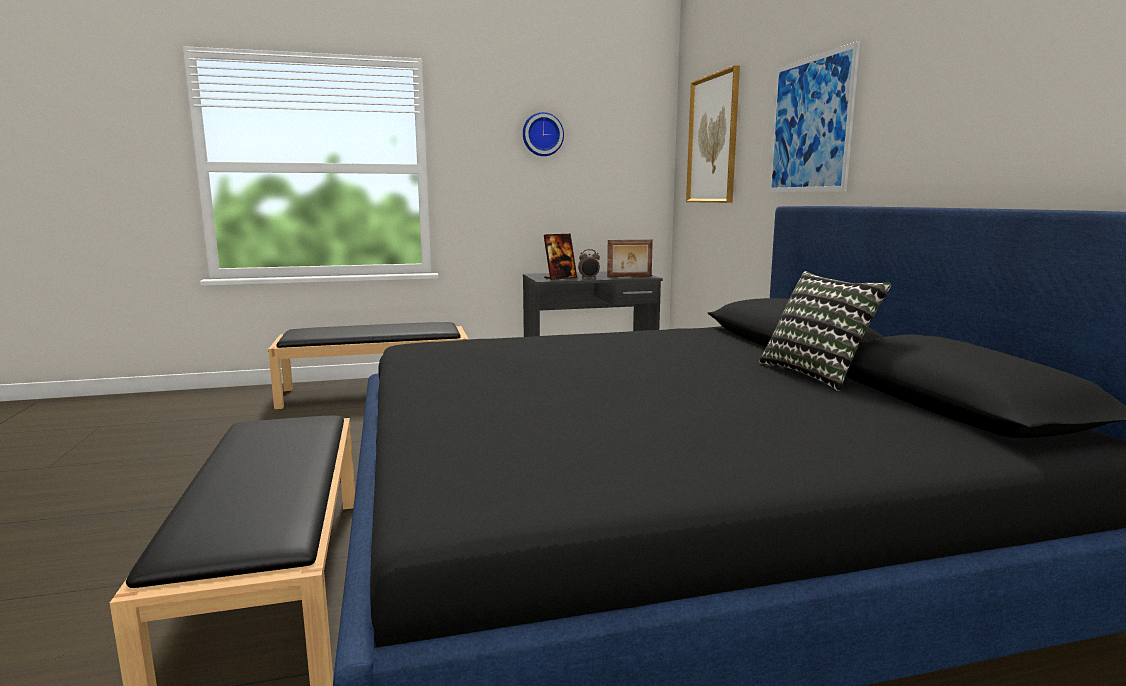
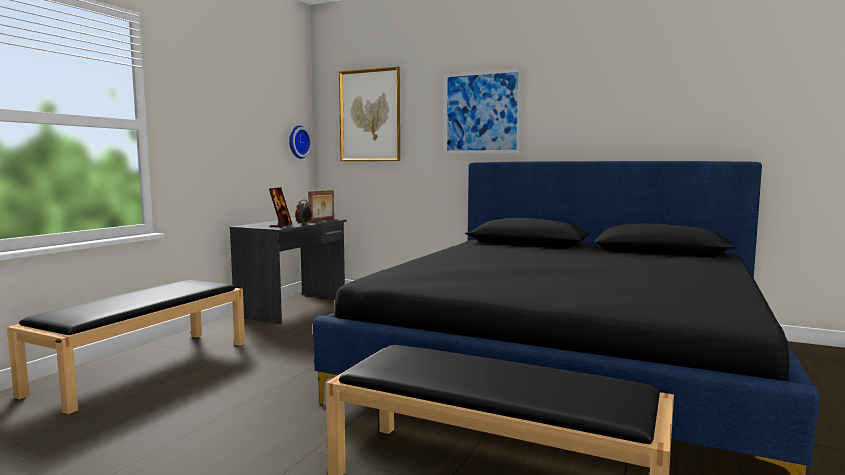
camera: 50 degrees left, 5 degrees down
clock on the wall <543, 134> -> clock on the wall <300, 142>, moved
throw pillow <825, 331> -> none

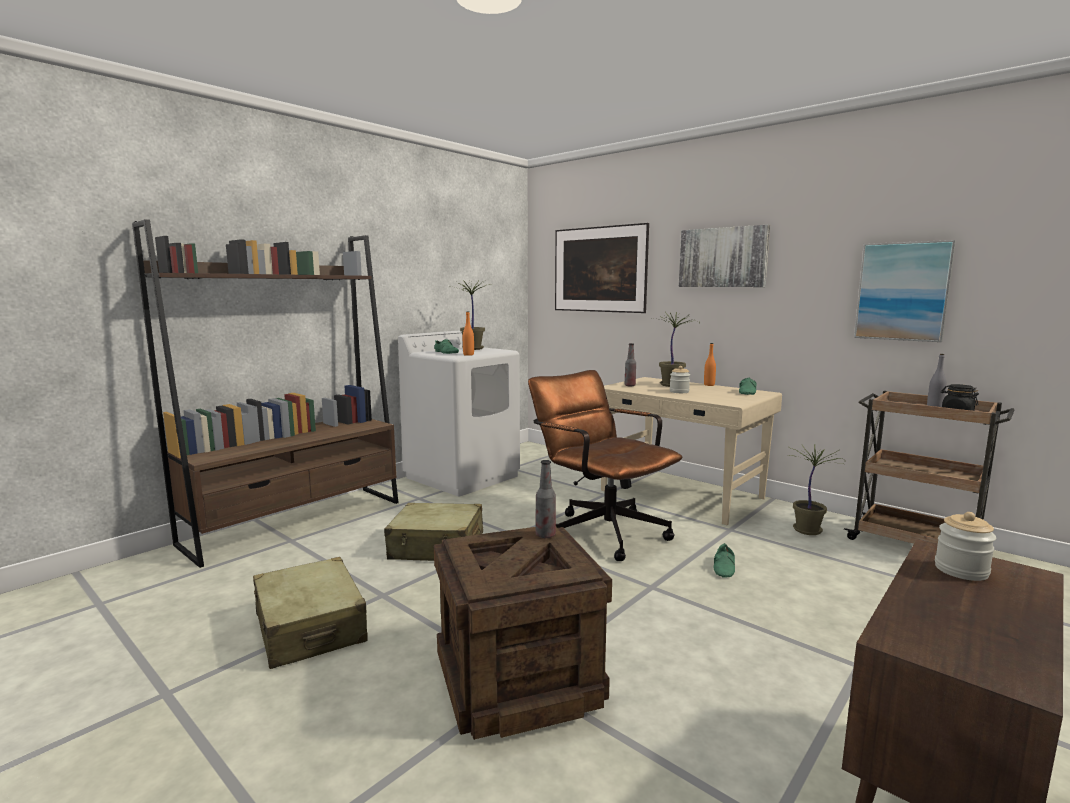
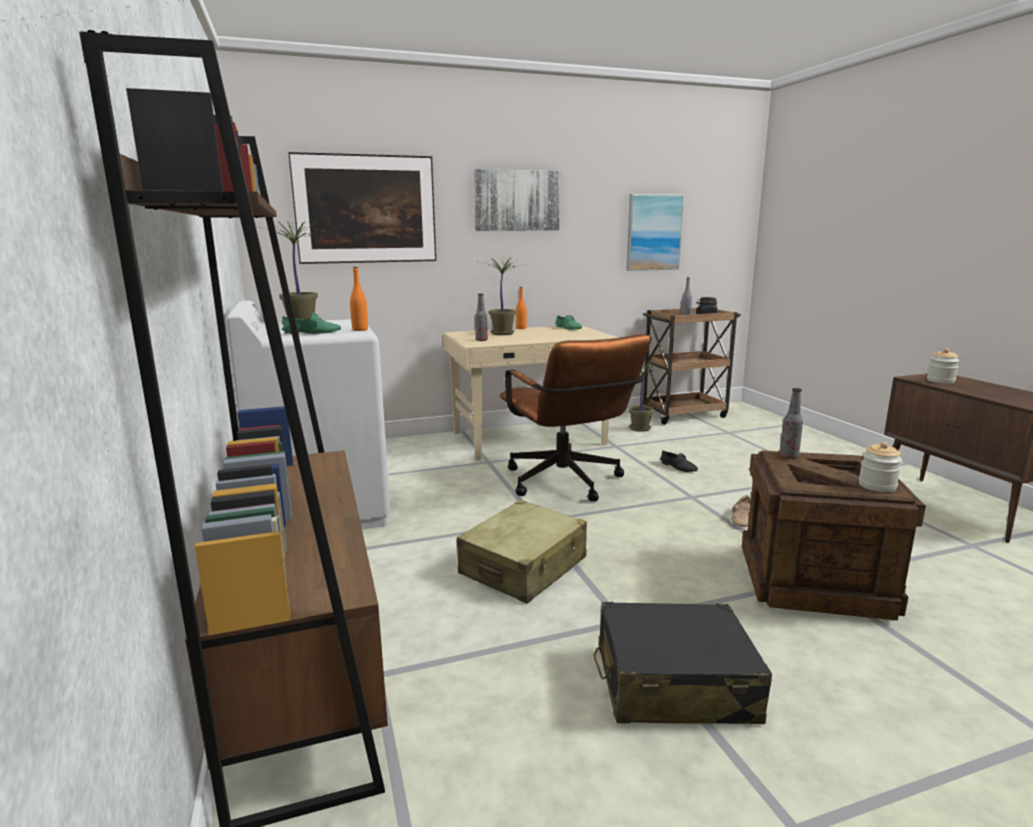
camera: 60 degrees left, 5 degrees up
beige suitcase <310, 613> -> black-coloured suitcase <683, 663>
brownish desk chair <605, 465> -> brownish desk chair <575, 417>, 105 degrees counterclockwise
jar <680, 379> -> jar <880, 467>, moved
green item of footwear <724, 560> -> black-coloured item of footwear <679, 461>
none -> beige item of footwear <741, 511>

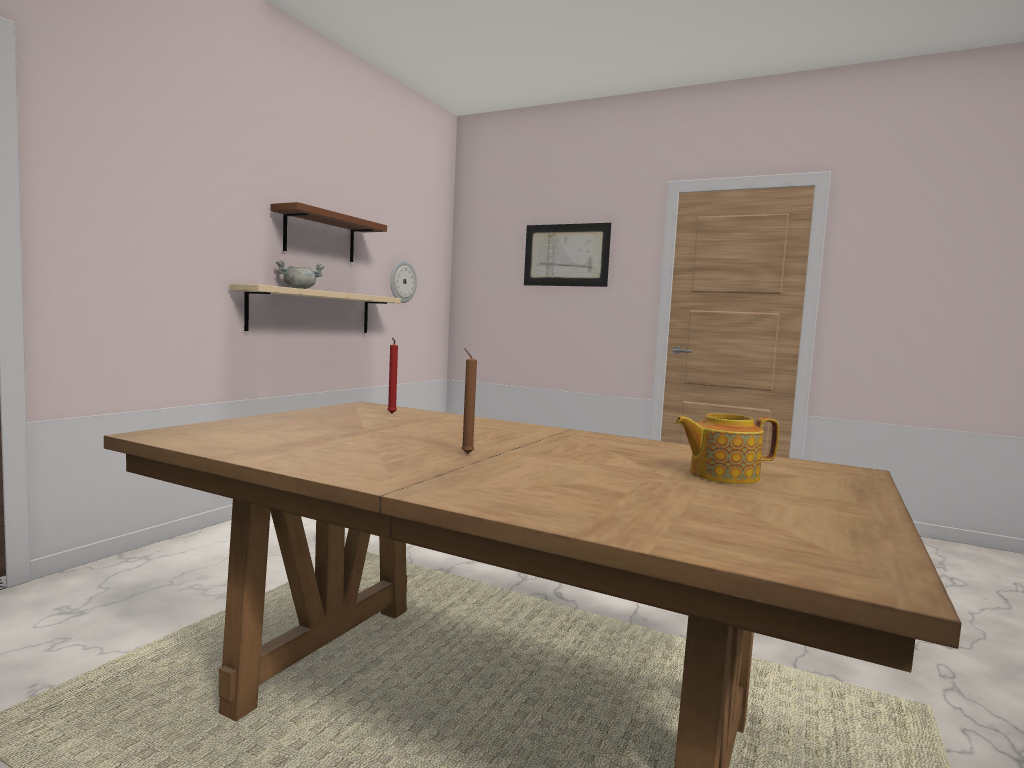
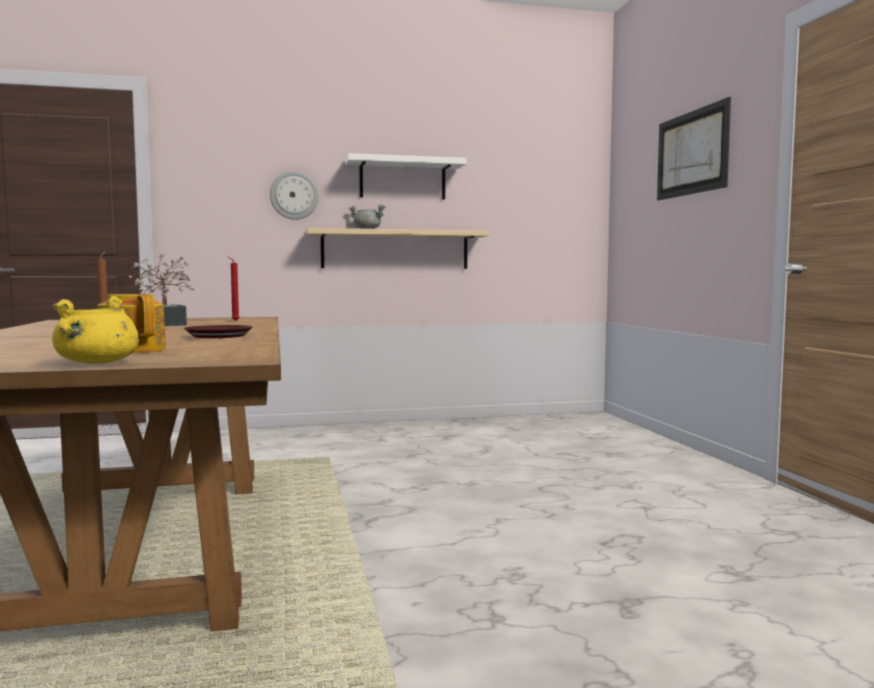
camera: 50 degrees right, 0 degrees up
brownish bracket shelf <329, 232> -> whitish bracket shelf <405, 176>
clock on the wall <403, 282> -> clock on the wall <294, 195>, moved
none -> yellow saucepot <95, 330>
none -> plant in a pot <161, 289>
none -> brownish plate <218, 331>

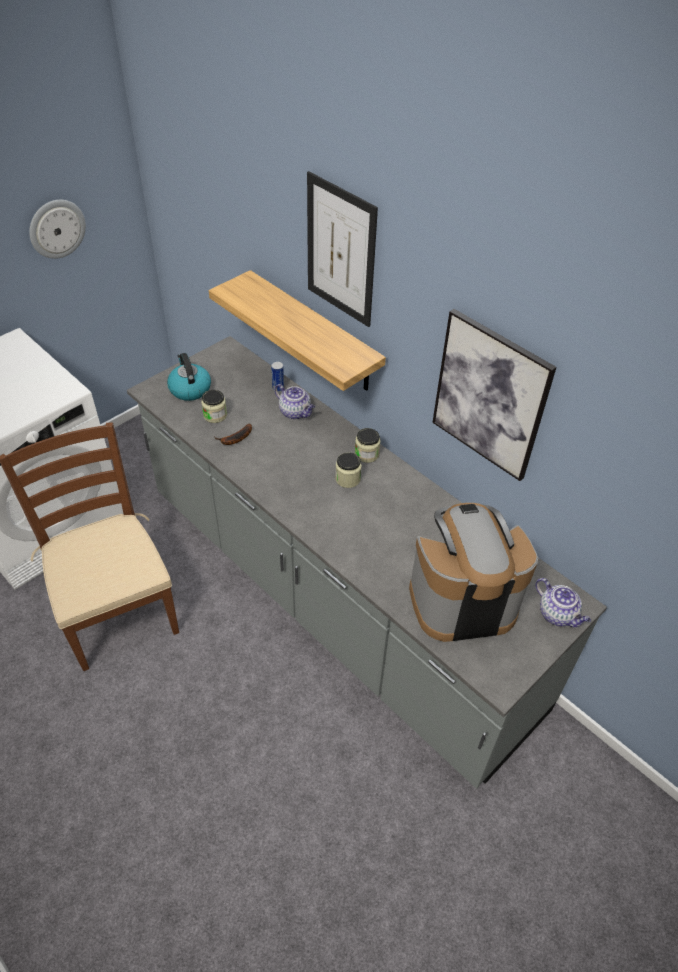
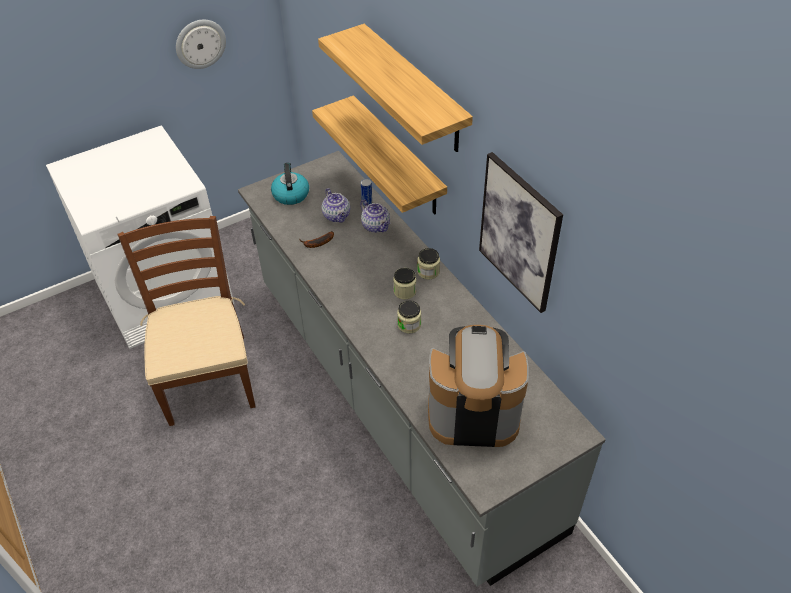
camera: 15 degrees right, 0 degrees up
jar <214, 406> -> jar <409, 316>, moved
wall picture <342, 249> -> bracket shelf <395, 88>
teapot <563, 602> -> teapot <336, 205>, moved

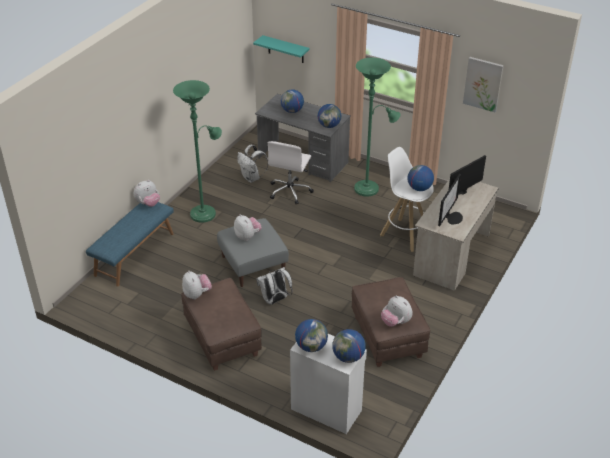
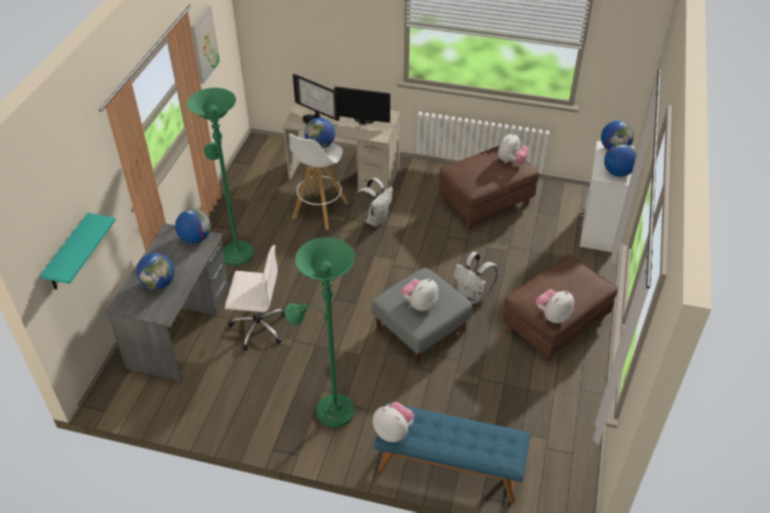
camera: 105 degrees left, 5 degrees up
whitish rucksack <252, 164> -> whitish rucksack <373, 202>, moved

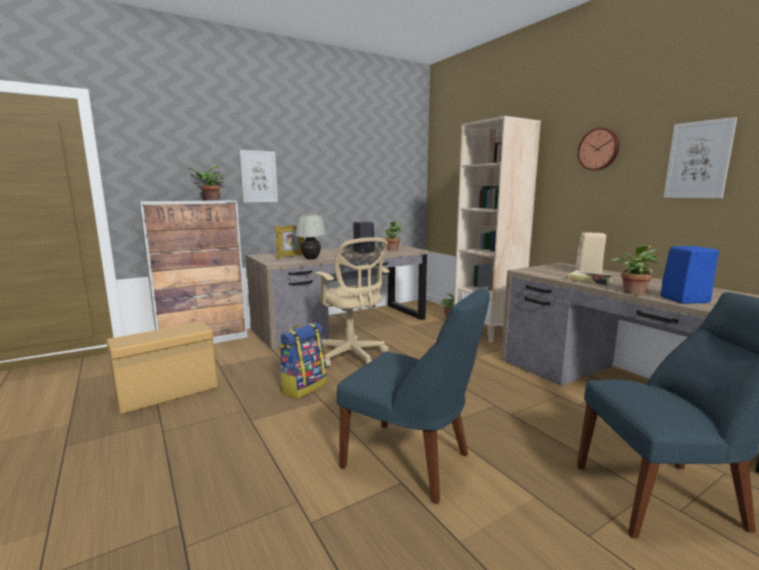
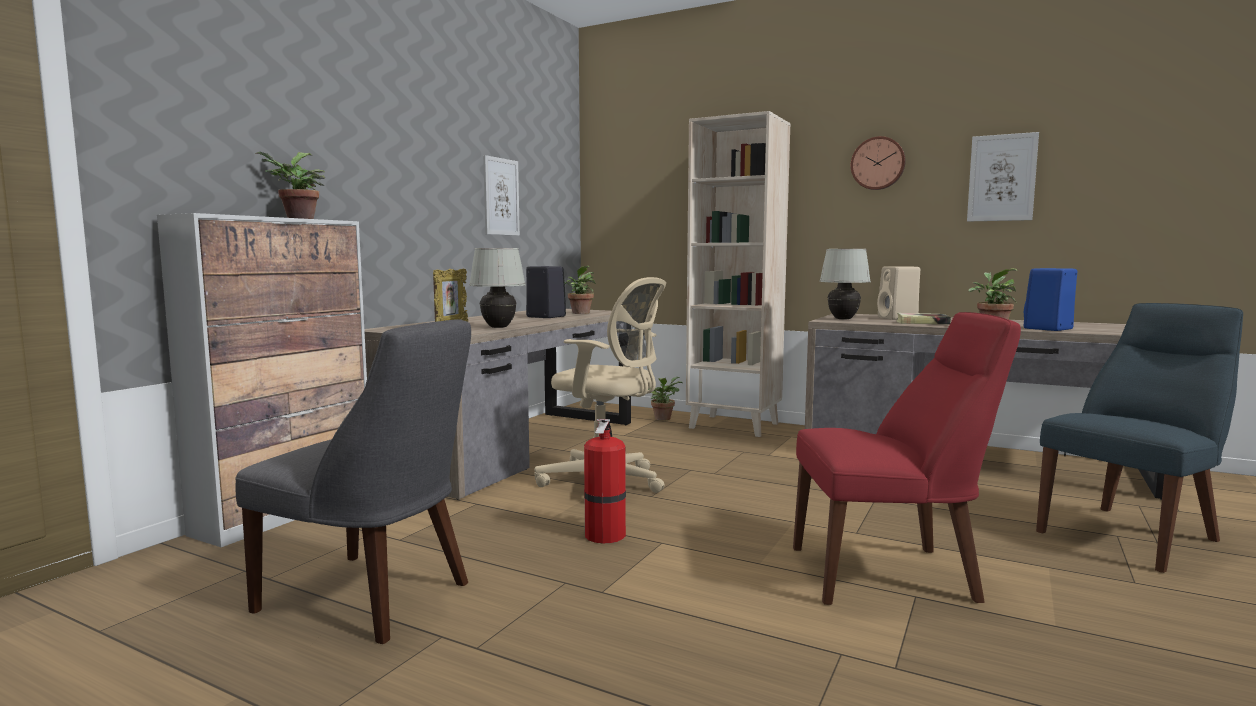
camera: 30 degrees left, 5 degrees down
beige storage box <162, 368> -> greyish upright chair <353, 481>
wall picture <259, 176> -> wall picture <501, 195>, moved
rucksack <303, 360> -> fire-fighting cylinder <605, 481>
blue upright chair <413, 396> -> reddish upright chair <907, 458>
none -> whitish lamp for a table <845, 284>

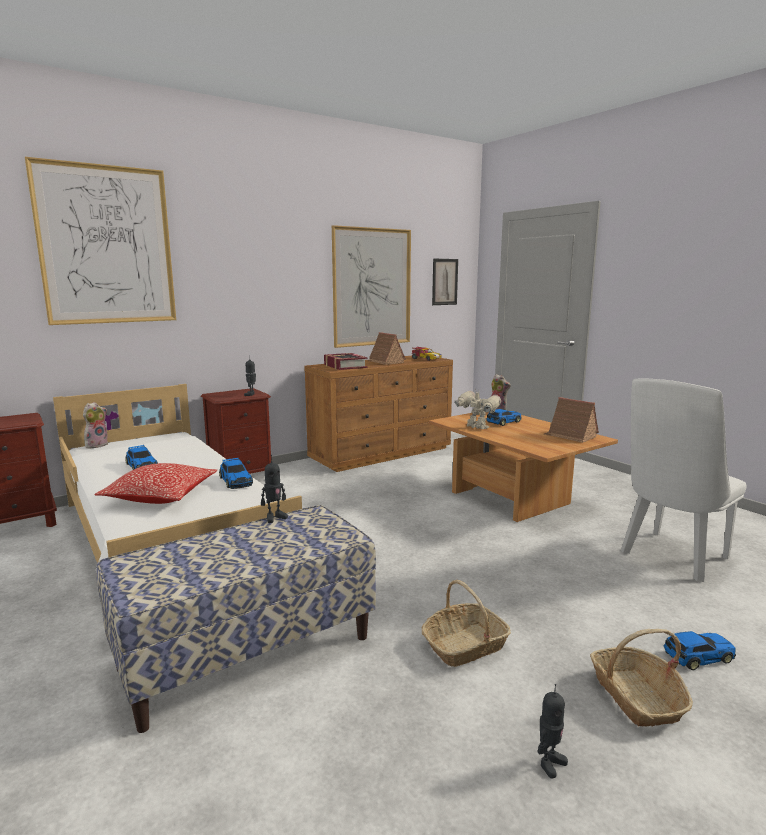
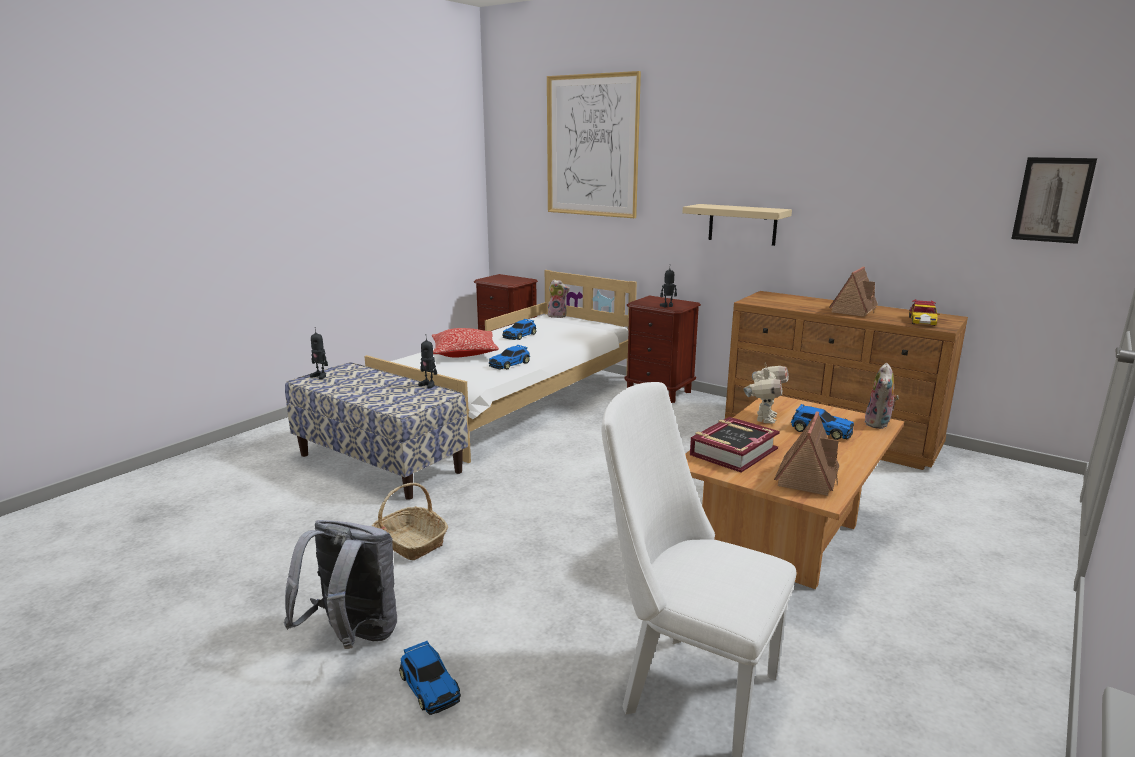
camera: 70 degrees right, 5 degrees up
bound book <346, 361> -> bound book <735, 445>, moved
wall picture <371, 286> -> none
robot figure <552, 731> -> robot figure <319, 353>, moved
basket <641, 678> -> greyish rucksack <340, 584>
none -> beige bracket shelf <737, 225>

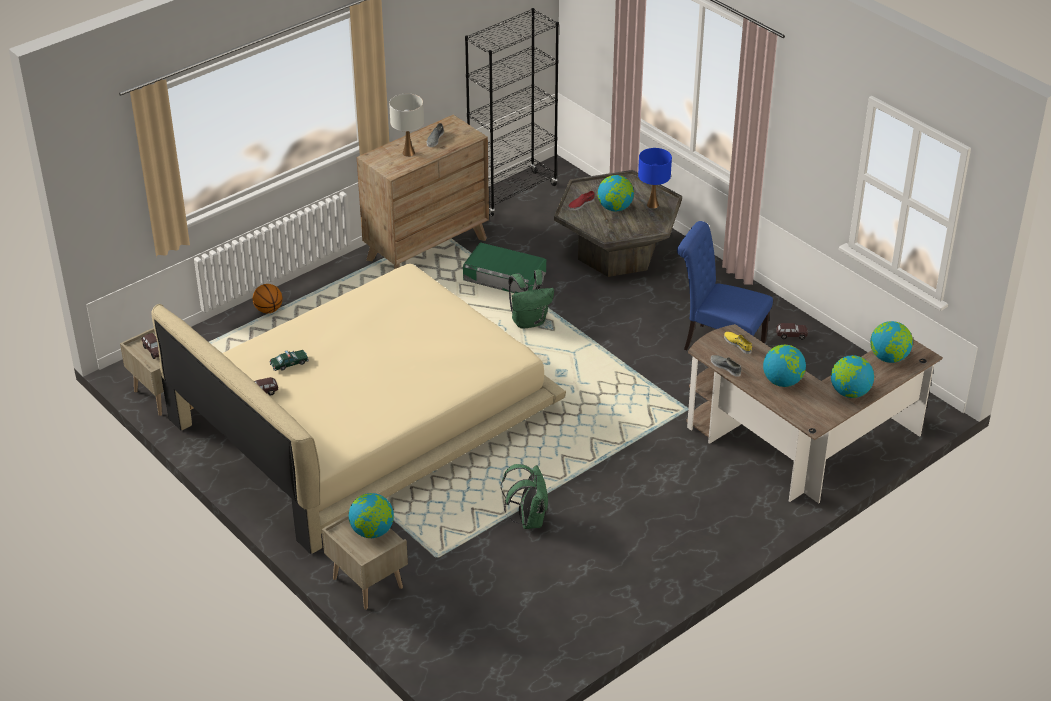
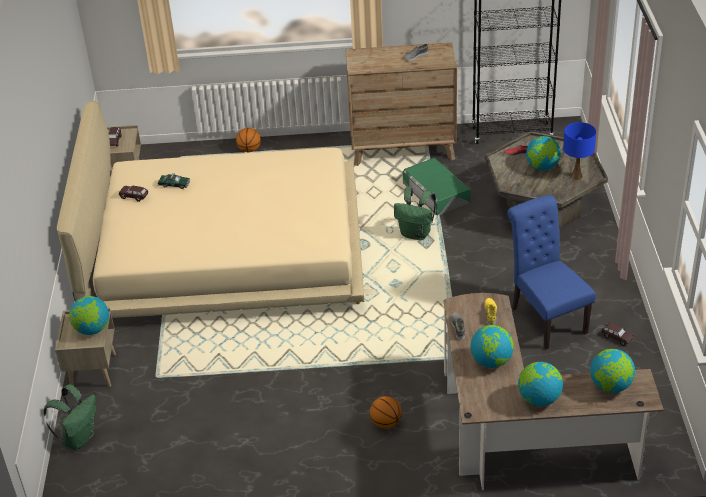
camera: 40 degrees right, 0 degrees up
whitish lamp for a table <406, 125> -> none
green rucksack <524, 496> -> green rucksack <70, 417>, moved
none -> ball for basketball <386, 412>

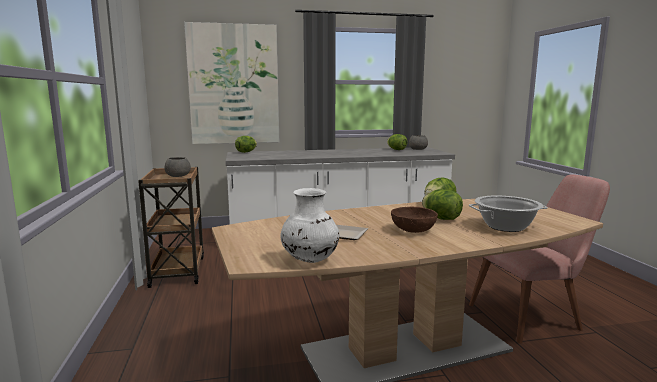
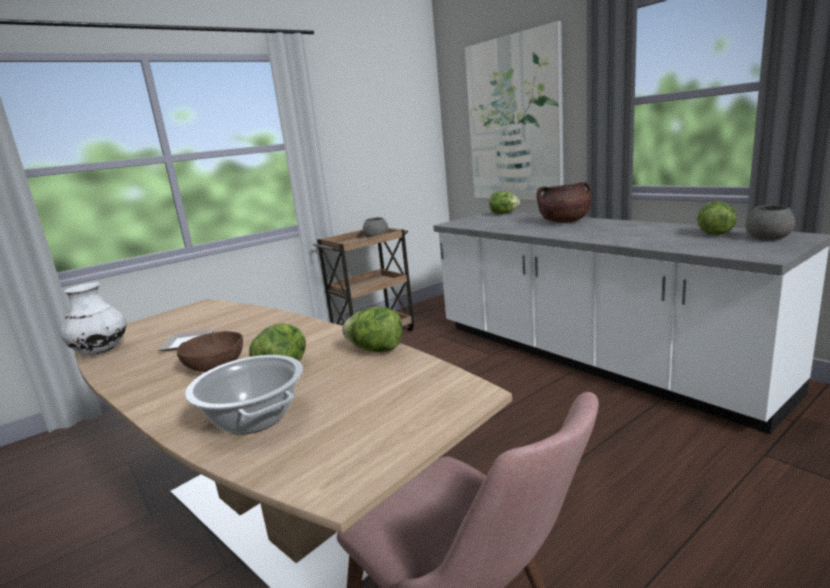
camera: 65 degrees right, 5 degrees up
none -> brownish saucepot <563, 202>

